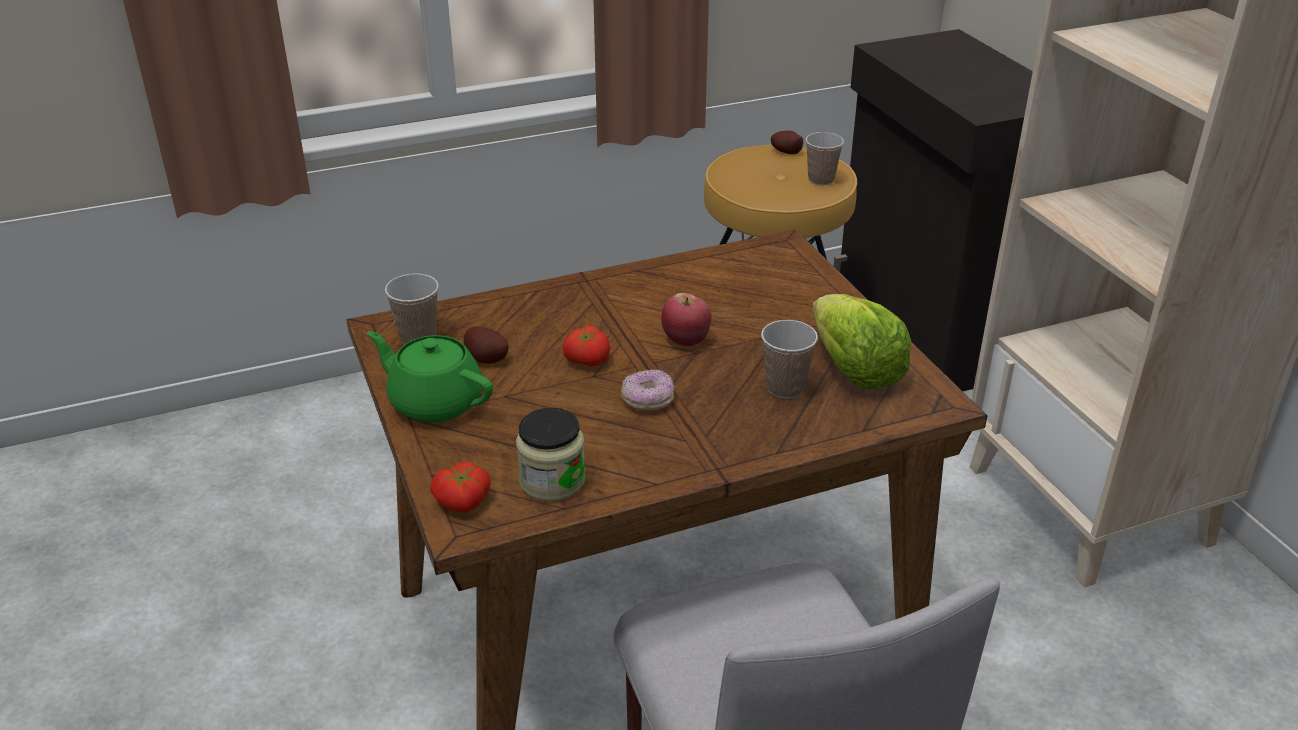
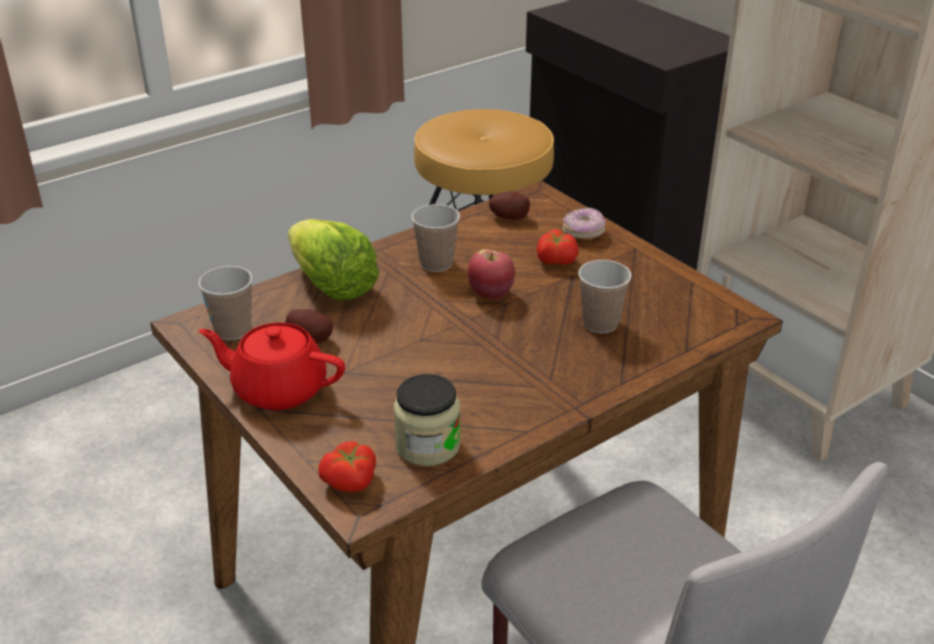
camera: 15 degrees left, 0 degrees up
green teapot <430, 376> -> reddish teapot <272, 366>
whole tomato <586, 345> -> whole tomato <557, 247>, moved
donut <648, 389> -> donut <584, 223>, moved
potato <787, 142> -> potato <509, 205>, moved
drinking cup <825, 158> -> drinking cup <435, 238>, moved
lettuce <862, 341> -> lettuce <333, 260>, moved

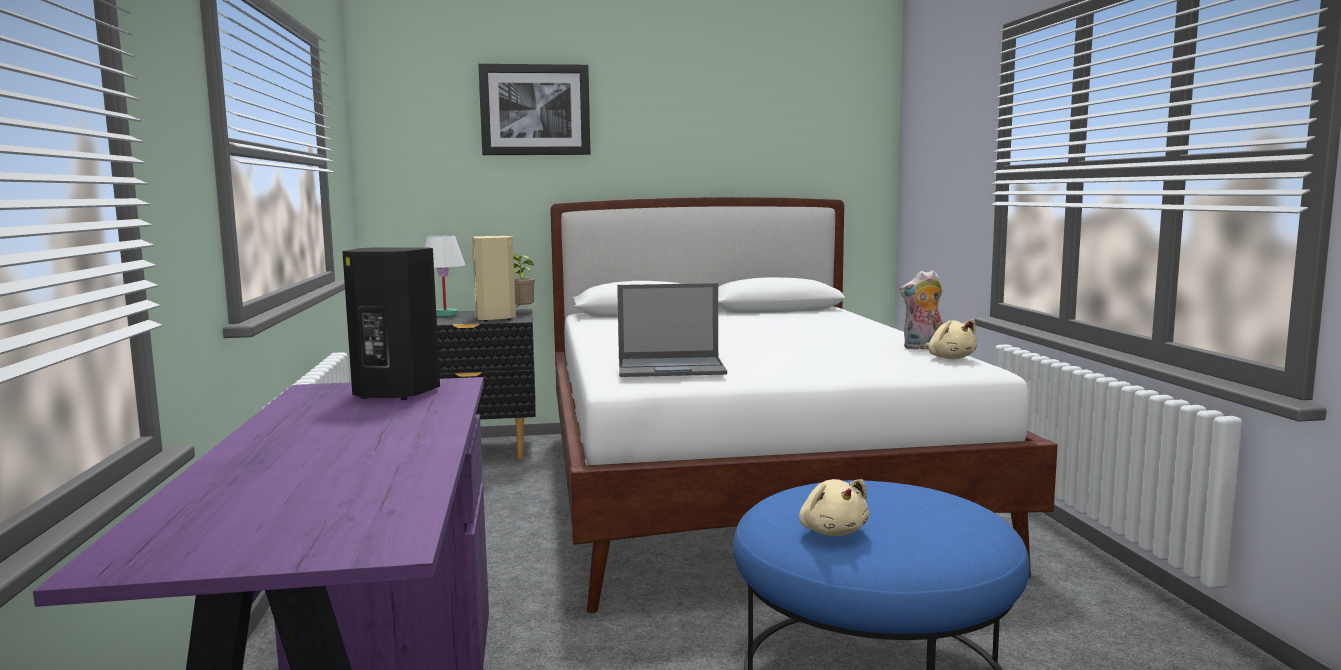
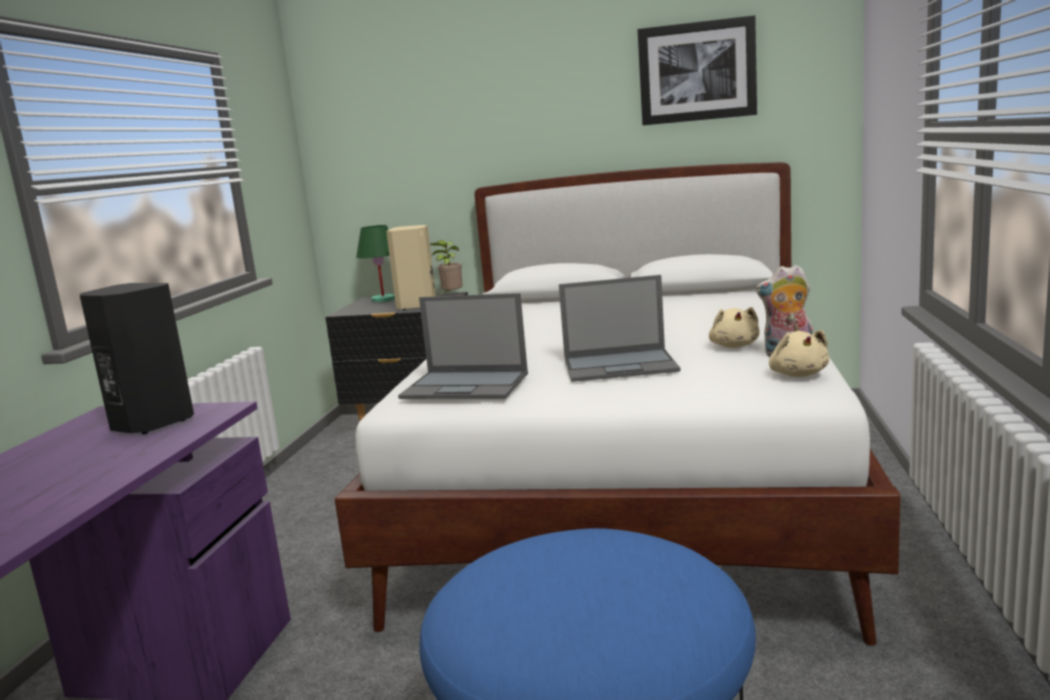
camera: 20 degrees right, 5 degrees up
whitish lamp for a table <445, 275> -> green lamp for a table <375, 264>
wall picture <534, 109> -> wall picture <697, 70>, moved
beige soft toy <834, 507> -> beige soft toy <734, 327>, moved
none -> laptop <620, 328>

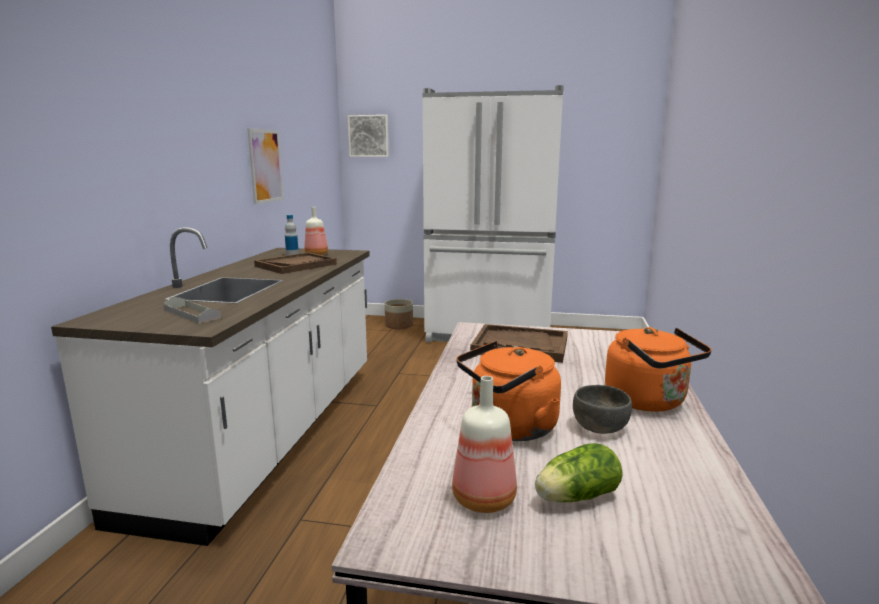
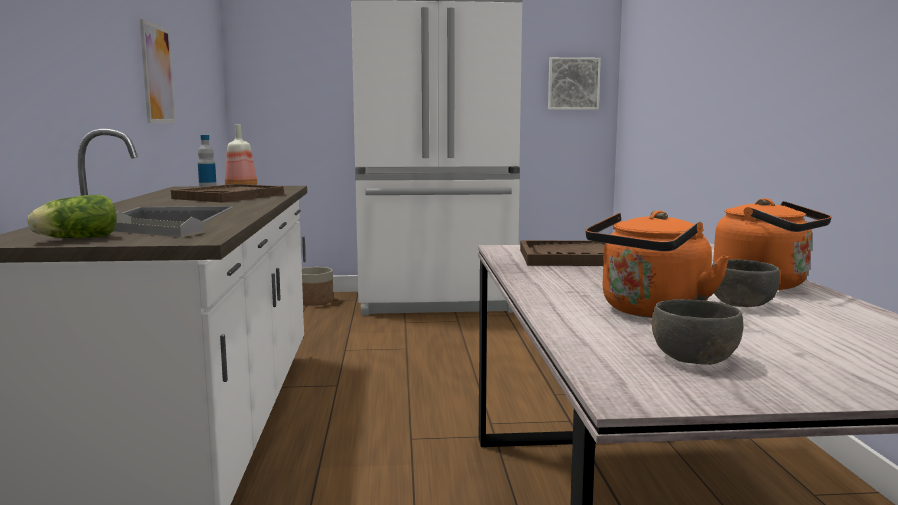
camera: 15 degrees left, 5 degrees down
wall picture <368, 136> -> wall picture <574, 83>, moved
drink bottle <484, 444> -> greyish serving bowl <698, 332>
lettuce <579, 472> -> lettuce <72, 216>, moved

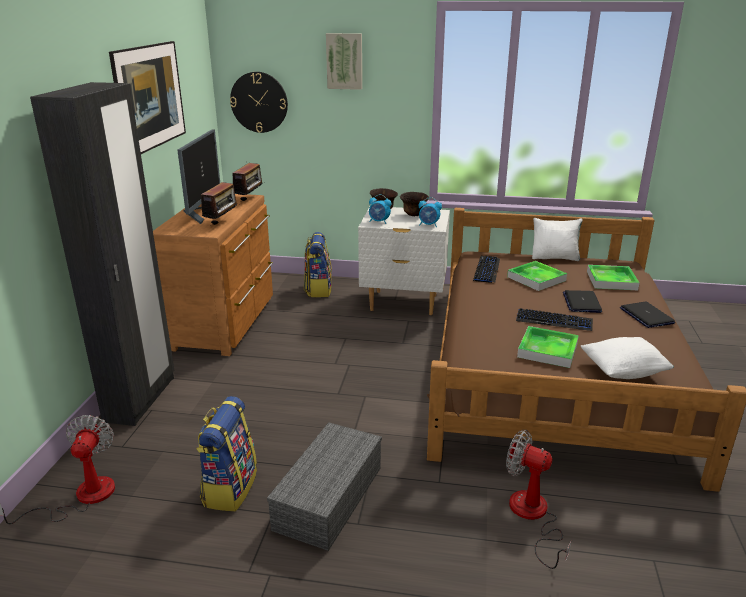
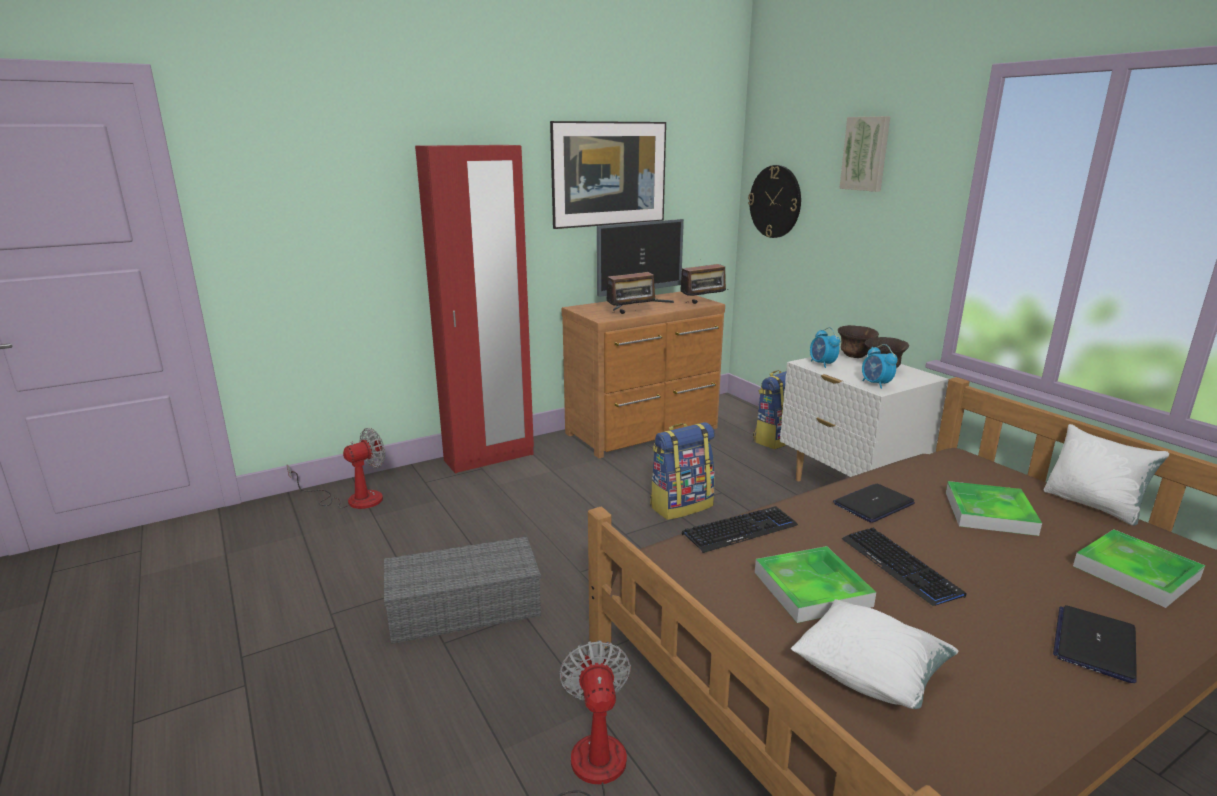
camera: 50 degrees right, 5 degrees down
black-coloured wardrobe <102, 254> -> reddish wardrobe <474, 309>
rucksack <226, 453> -> rucksack <682, 471>, moved
PC keyboard <486, 269> -> PC keyboard <740, 529>, moved
laptop <582, 301> -> laptop <874, 503>, moved

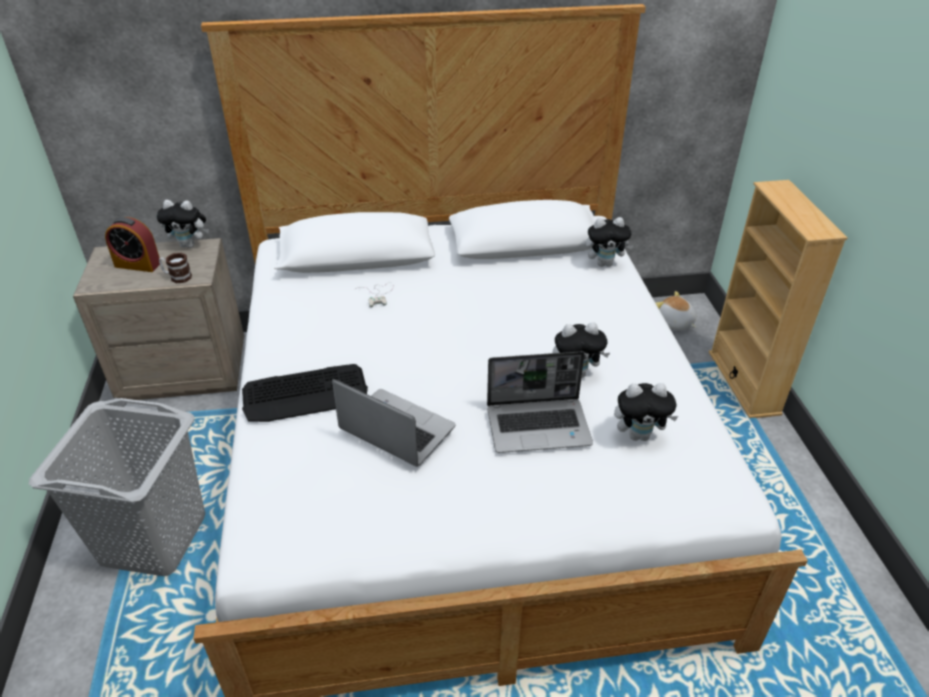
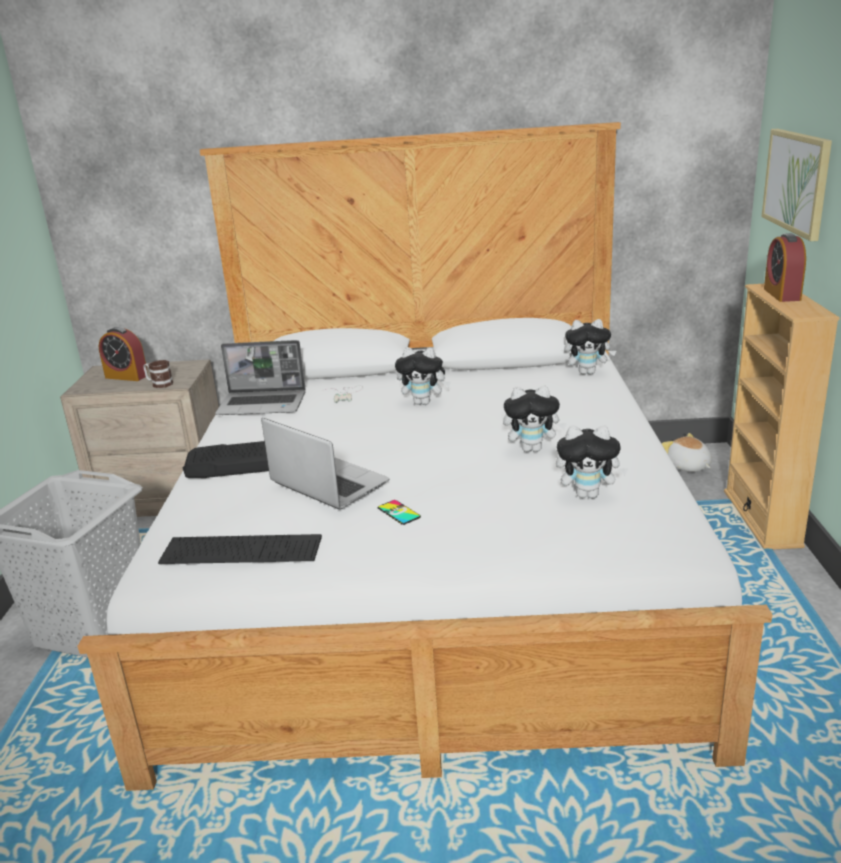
camera: 10 degrees right, 15 degrees down
soft toy <183, 224> -> soft toy <423, 376>, moved
laptop <540, 402> -> laptop <260, 377>, moved
none -> PC keyboard <240, 549>
none -> handset <399, 512>
none -> wall picture <797, 185>
none -> table clock <785, 267>

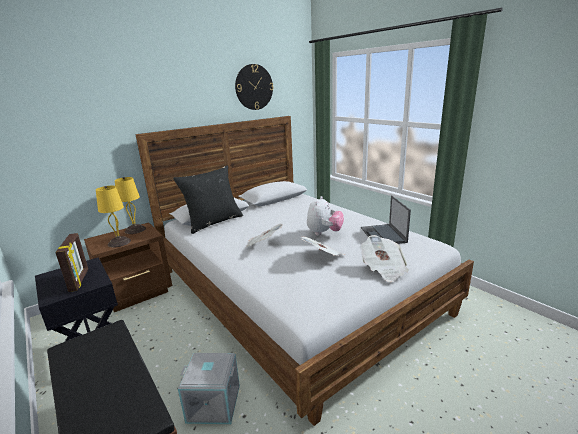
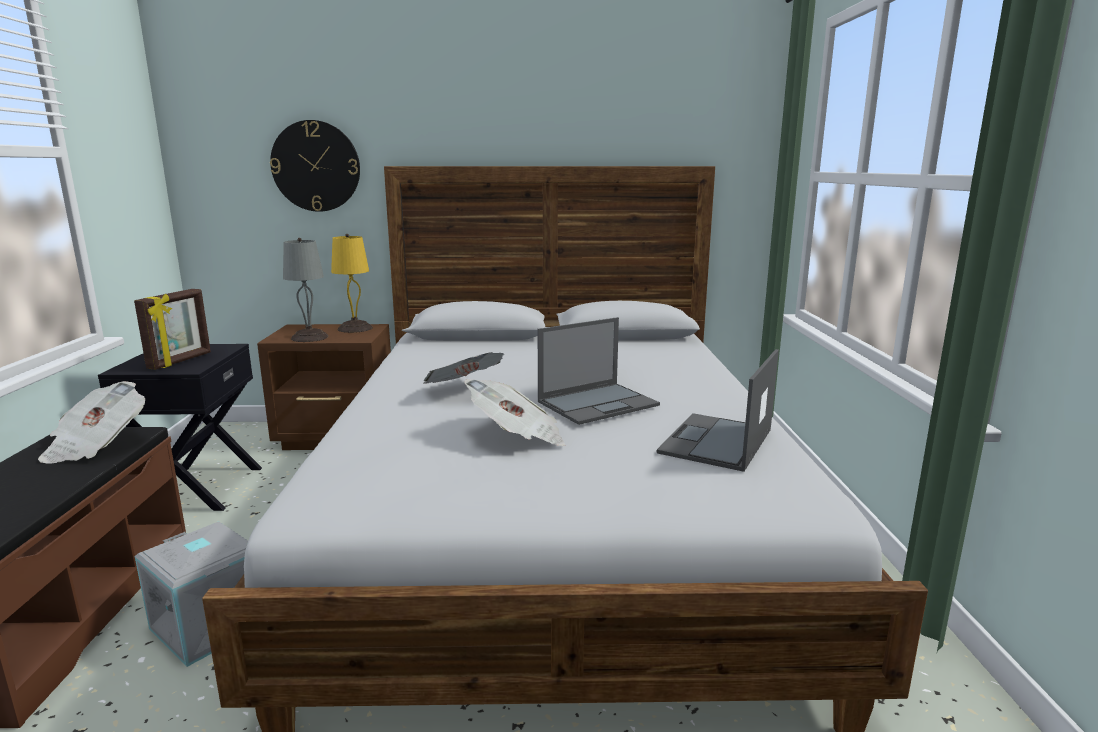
camera: 35 degrees right, 5 degrees down
yellow lamp for a table <113, 217> -> greyish lamp for a table <306, 290>
black-coloured throw pillow <208, 199> -> none
clock on the wall <254, 87> -> clock on the wall <315, 166>, moved
soft toy <325, 215> -> laptop <599, 371>
newspaper <385, 258> -> newspaper <91, 422>, moved

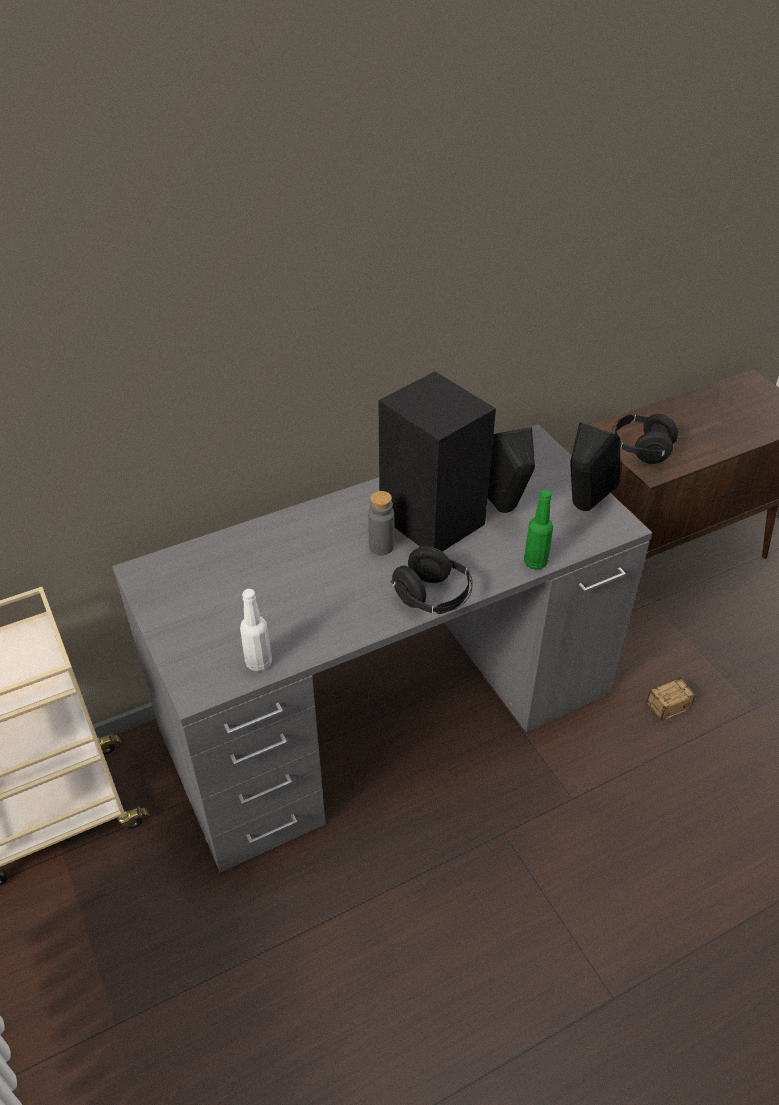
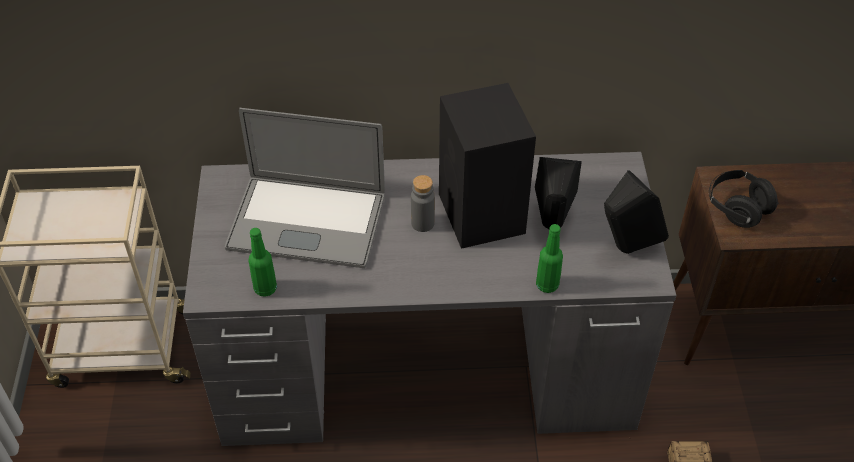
camera: 25 degrees right, 5 degrees up
whitish drink bottle <256, 630> -> green drink bottle <262, 262>
black-coloured headset <431, 580> -> none
none -> laptop <305, 188>

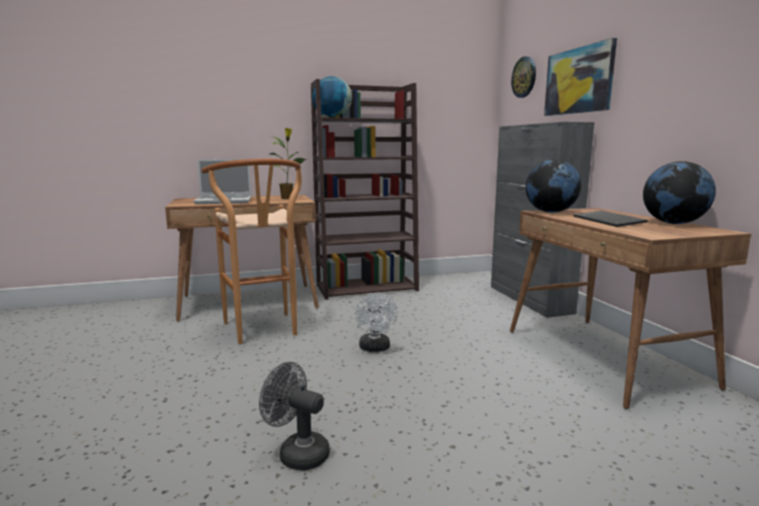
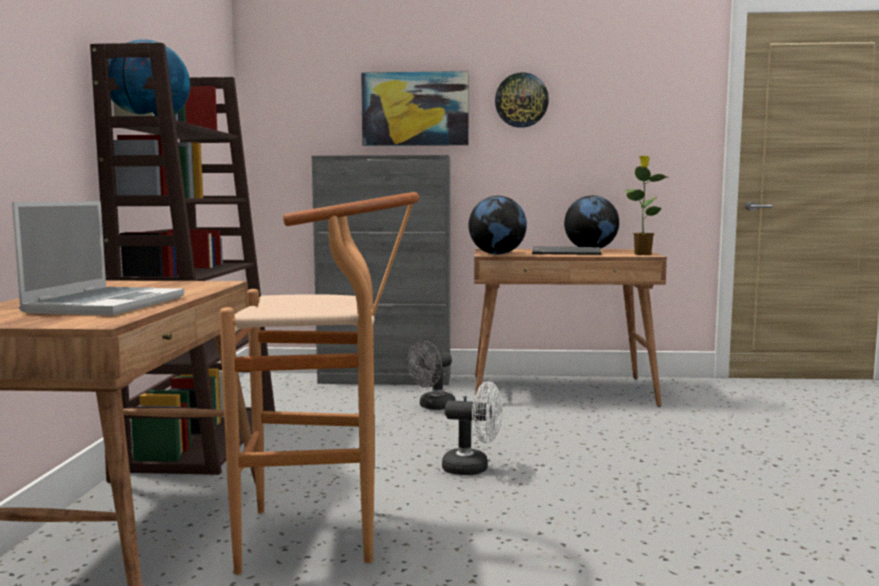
camera: 70 degrees left, 5 degrees down
greyish fan <294, 416> -> greyish fan <431, 375>, moved
plant in a pot <288, 163> -> plant in a pot <647, 205>, moved
clock on the wall <523, 77> -> clock on the wall <522, 100>, moved

